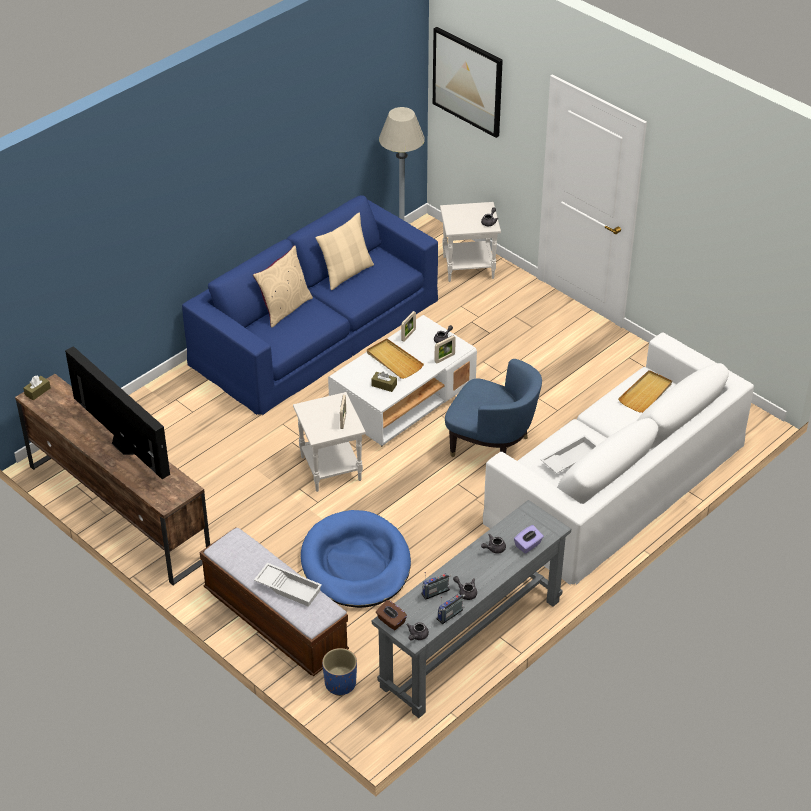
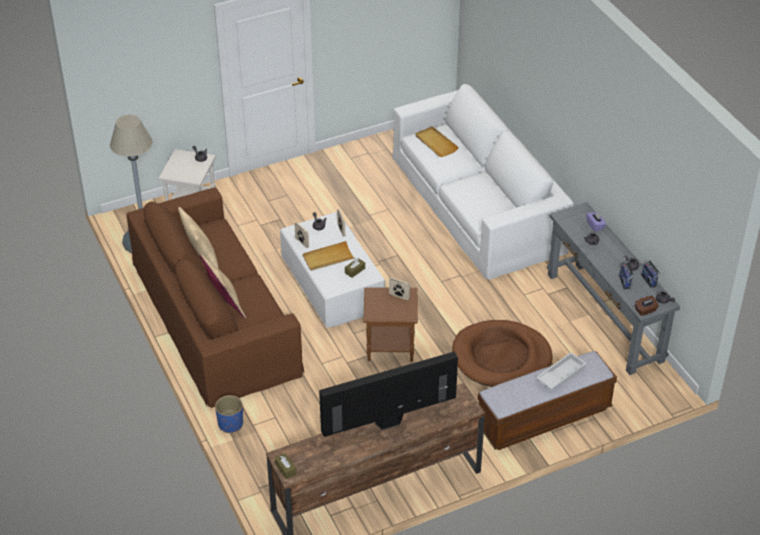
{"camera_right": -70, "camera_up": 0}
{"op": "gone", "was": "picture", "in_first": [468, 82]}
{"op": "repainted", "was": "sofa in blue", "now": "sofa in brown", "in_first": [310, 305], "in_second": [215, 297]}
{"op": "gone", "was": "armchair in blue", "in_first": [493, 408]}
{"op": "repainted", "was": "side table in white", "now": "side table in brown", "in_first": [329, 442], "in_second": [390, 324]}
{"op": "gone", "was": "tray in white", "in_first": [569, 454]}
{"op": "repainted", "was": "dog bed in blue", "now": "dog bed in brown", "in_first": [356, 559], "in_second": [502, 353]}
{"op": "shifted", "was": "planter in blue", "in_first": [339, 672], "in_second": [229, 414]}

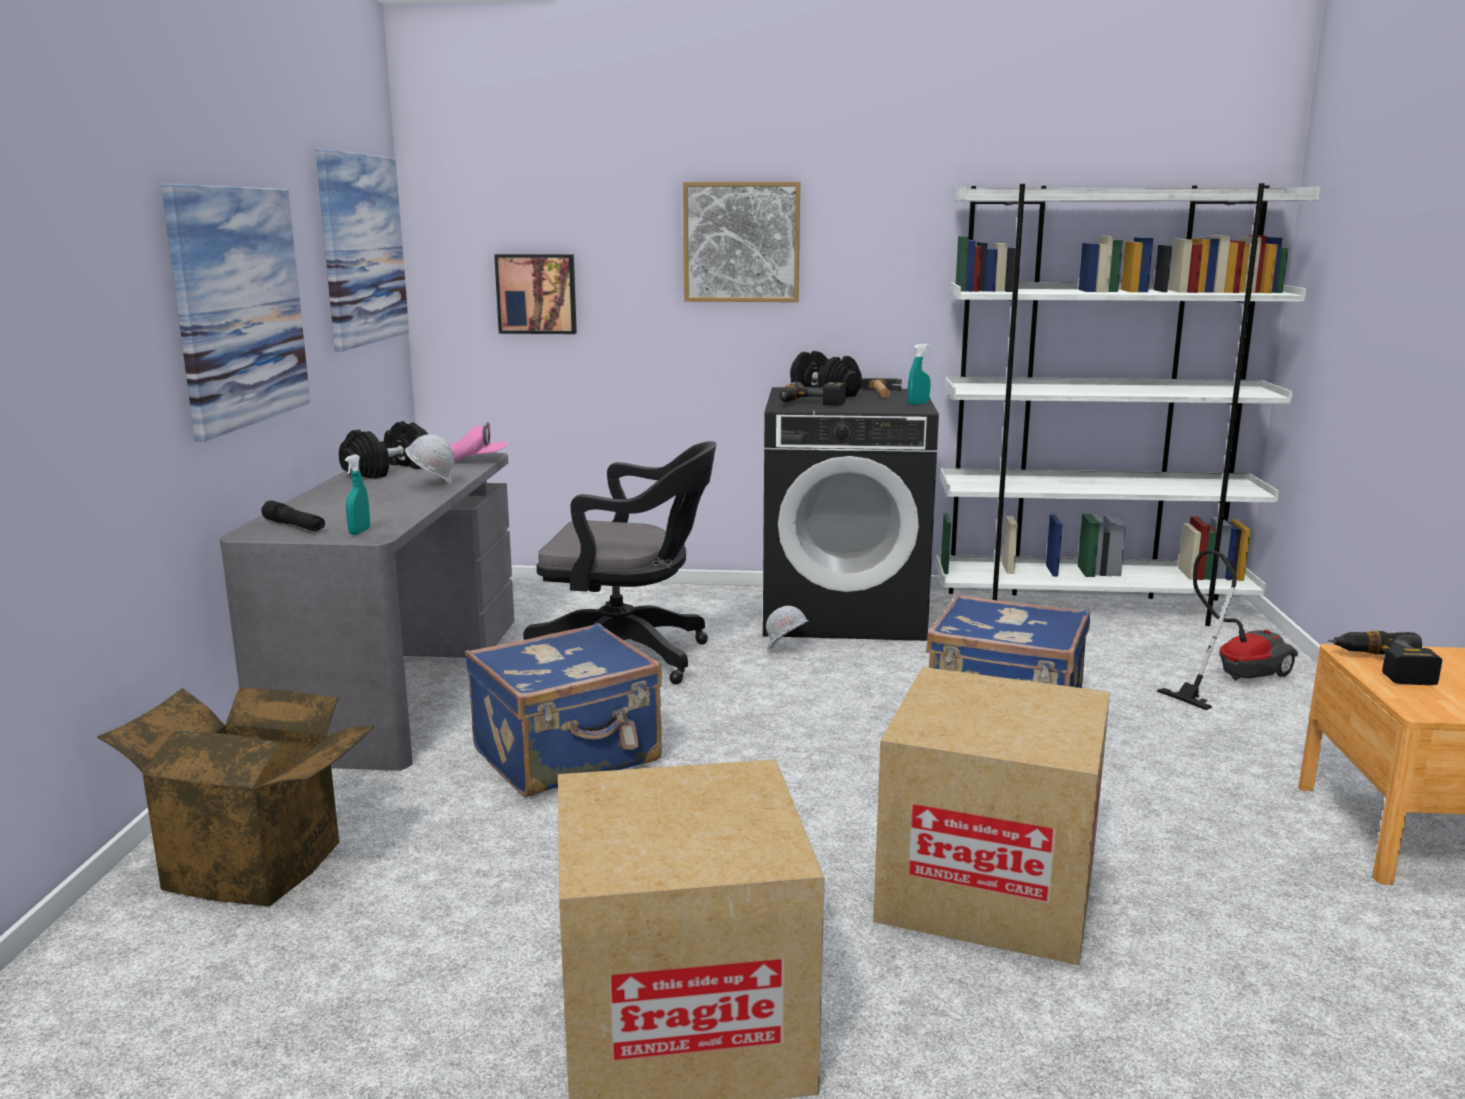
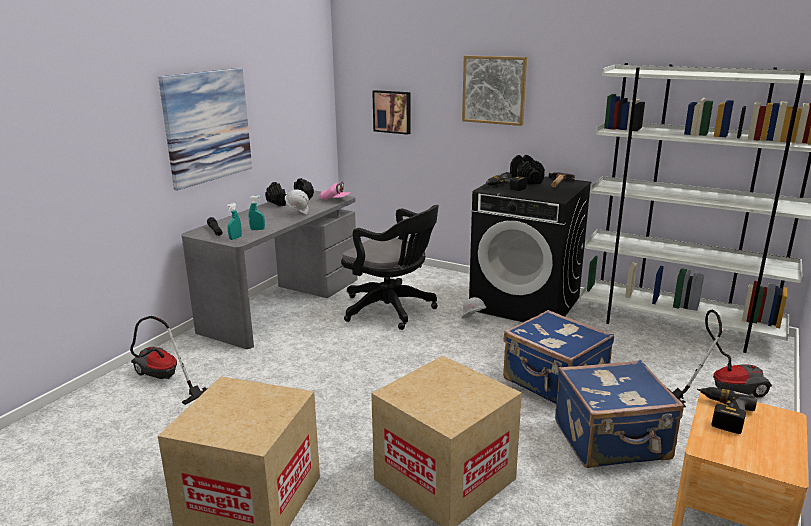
{"camera_right": 25, "camera_up": 5}
{"op": "gone", "was": "picture", "in_first": [362, 250]}
{"op": "shifted", "was": "spray bottle in turquoise", "in_first": [919, 374], "in_second": [257, 213]}
{"op": "shifted", "was": "suitcase in blue", "in_first": [563, 710], "in_second": [619, 414]}
{"op": "swapped", "was": "cardboard box", "now": "vacuum cleaner", "in_first": [235, 797], "in_second": [169, 360]}

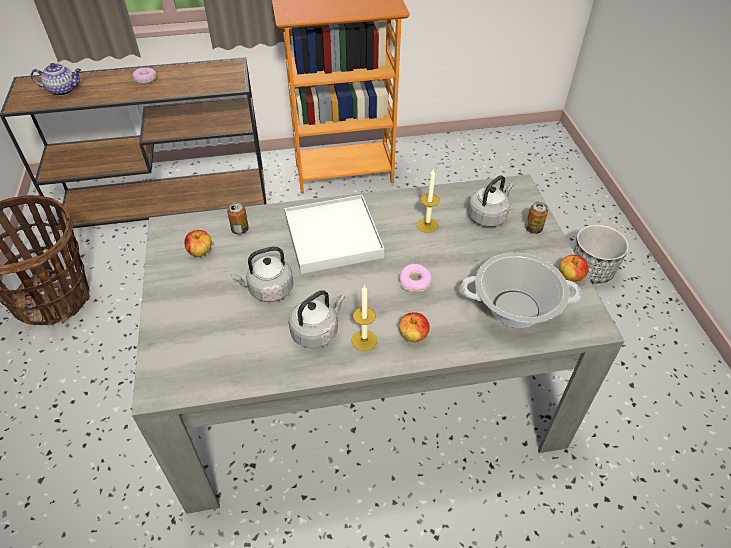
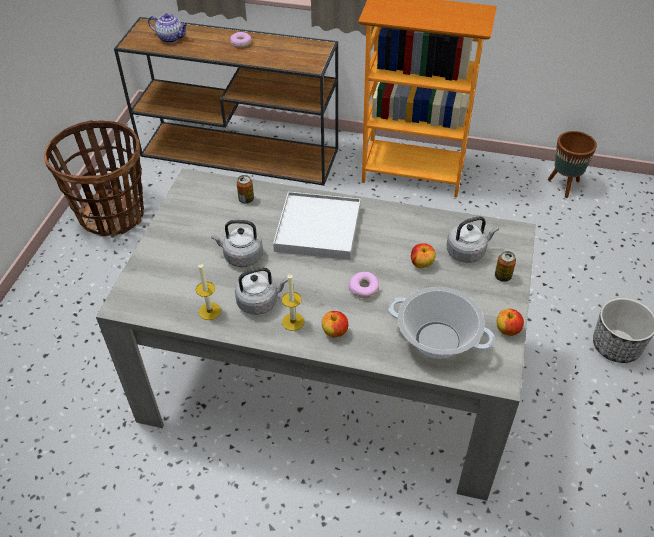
{"camera_right": 25, "camera_up": 0}
{"op": "shifted", "was": "candle", "in_first": [428, 201], "in_second": [208, 291]}
{"op": "shifted", "was": "apple", "in_first": [198, 243], "in_second": [423, 255]}
{"op": "new", "now": "planter in brown", "in_second": [572, 164]}

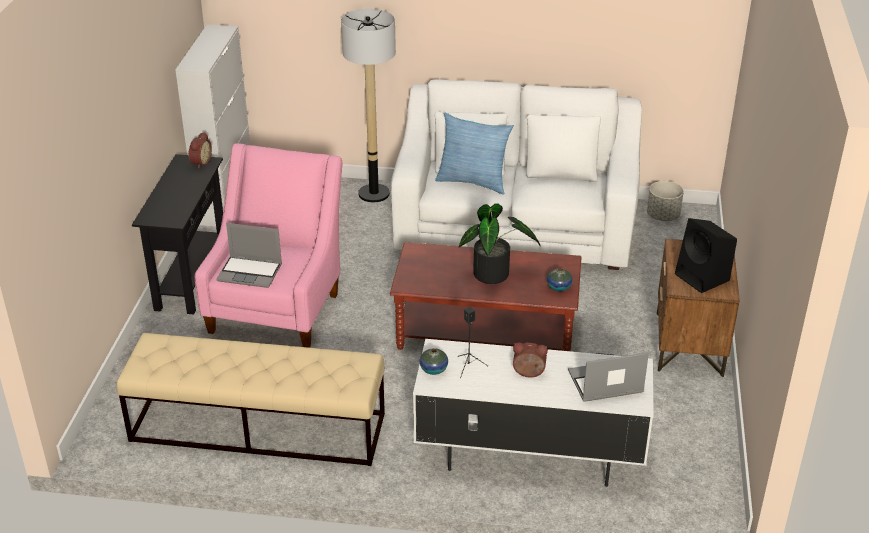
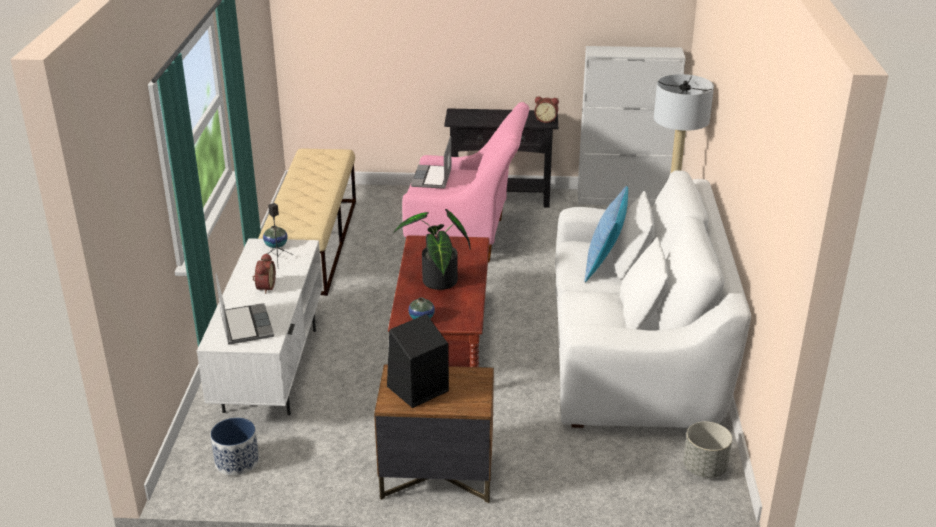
{"camera_right": 85, "camera_up": -5}
{"op": "new", "now": "planter", "in_second": [235, 447]}

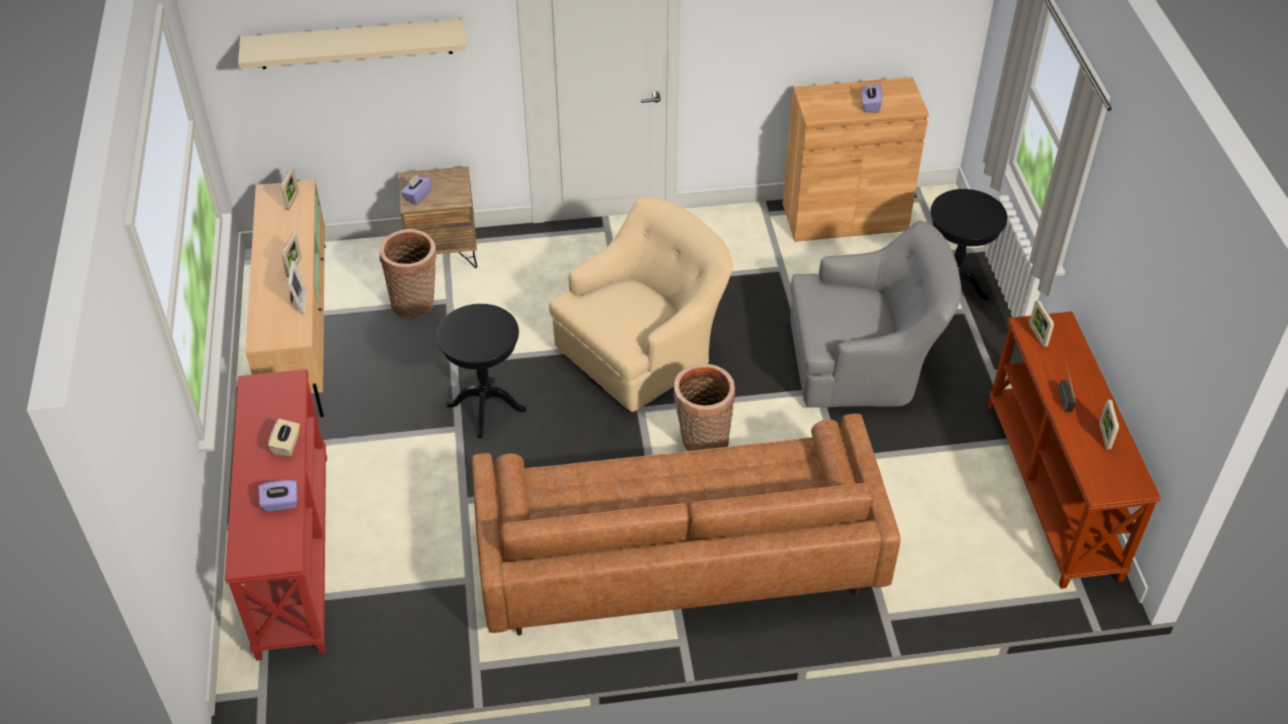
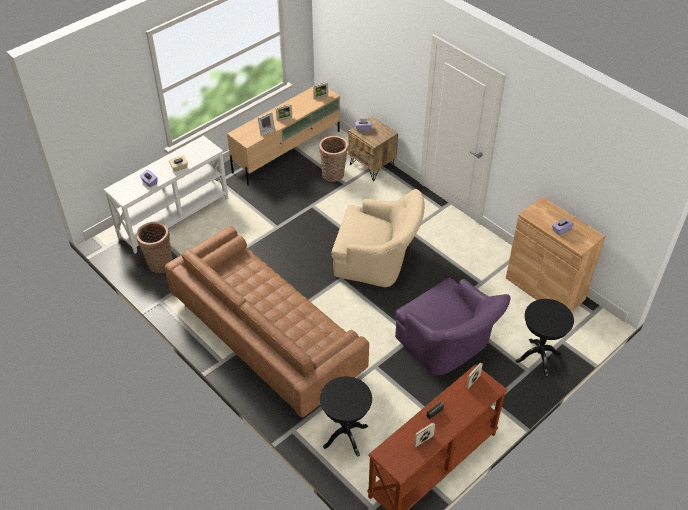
{"camera_right": 55, "camera_up": 0}
{"op": "gone", "was": "shelf in beige", "in_first": [352, 44]}
{"op": "repainted", "was": "armchair in grey", "now": "armchair in purple", "in_first": [875, 314], "in_second": [453, 327]}
{"op": "shifted", "was": "side table in black", "in_first": [481, 371], "in_second": [346, 416]}
{"op": "shifted", "was": "basket", "in_first": [705, 407], "in_second": [154, 247]}
{"op": "repainted", "was": "console table in red", "now": "console table in white", "in_first": [276, 515], "in_second": [166, 194]}

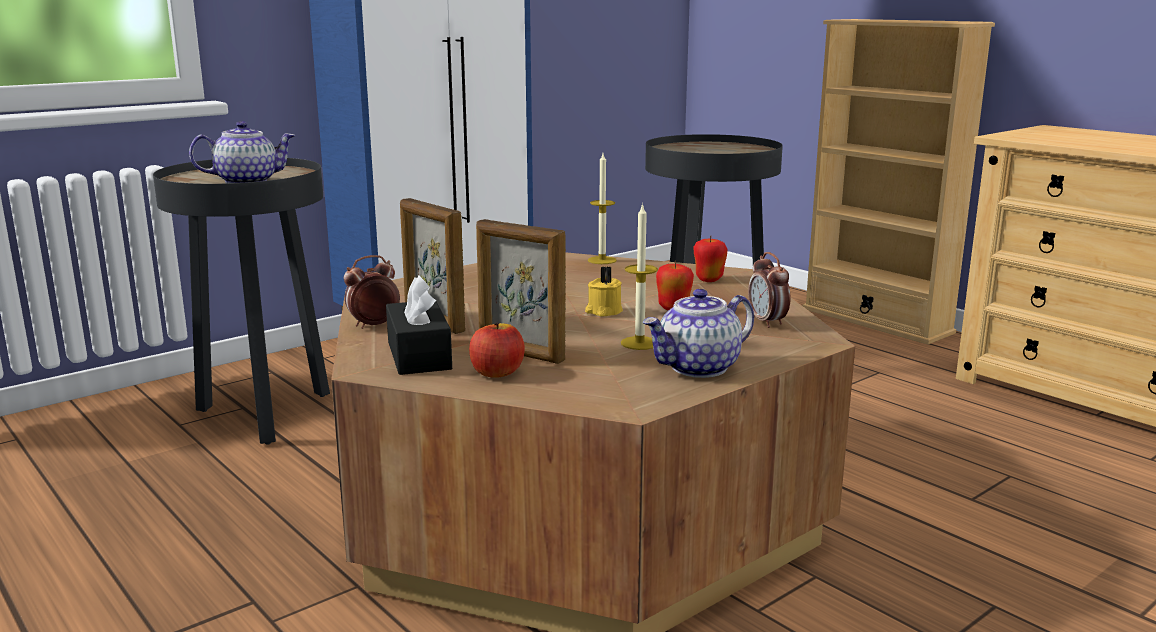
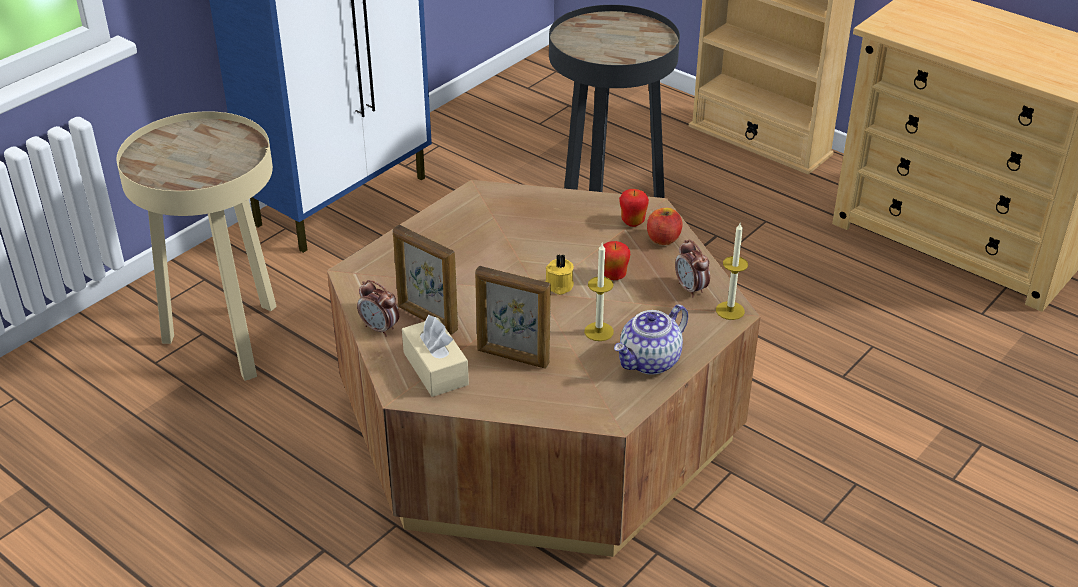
{"camera_right": -10, "camera_up": 20}
{"op": "gone", "was": "teapot", "in_first": [242, 152]}
{"op": "shifted", "was": "candle", "in_first": [602, 209], "in_second": [732, 271]}
{"op": "repainted", "was": "side table in black", "now": "side table in beige", "in_first": [241, 301], "in_second": [196, 246]}
{"op": "rotated", "was": "alarm clock", "in_first": [372, 292], "in_second": [378, 308], "clockwise": -105}
{"op": "repainted", "was": "tissue box in black", "now": "tissue box in beige", "in_first": [419, 325], "in_second": [435, 356]}
{"op": "shifted", "was": "apple", "in_first": [497, 350], "in_second": [664, 226]}

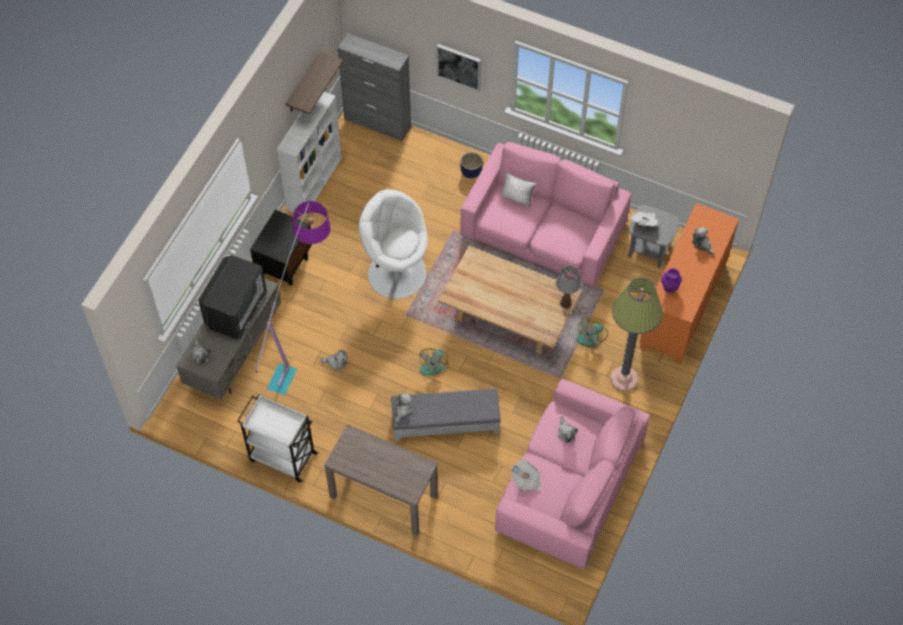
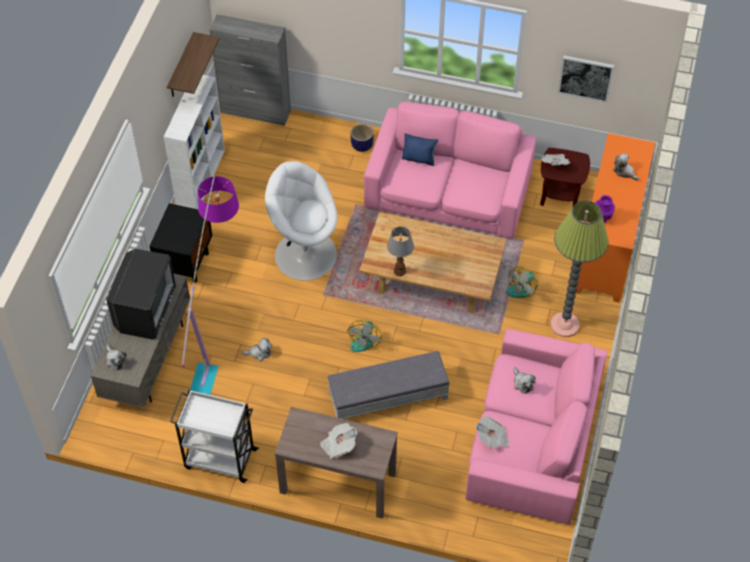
{"camera_right": -10, "camera_up": -5}
{"op": "shifted", "was": "picture", "in_first": [459, 68], "in_second": [586, 79]}
{"op": "repainted", "was": "pillow in white", "now": "pillow in blue", "in_first": [518, 190], "in_second": [420, 149]}
{"op": "repainted", "was": "side table in grey", "now": "side table in brown", "in_first": [653, 236], "in_second": [565, 177]}
{"op": "shifted", "was": "table lamp", "in_first": [568, 287], "in_second": [400, 251]}
{"op": "gone", "was": "plush toy", "in_first": [403, 408]}
{"op": "new", "now": "newspaper", "in_second": [338, 441]}

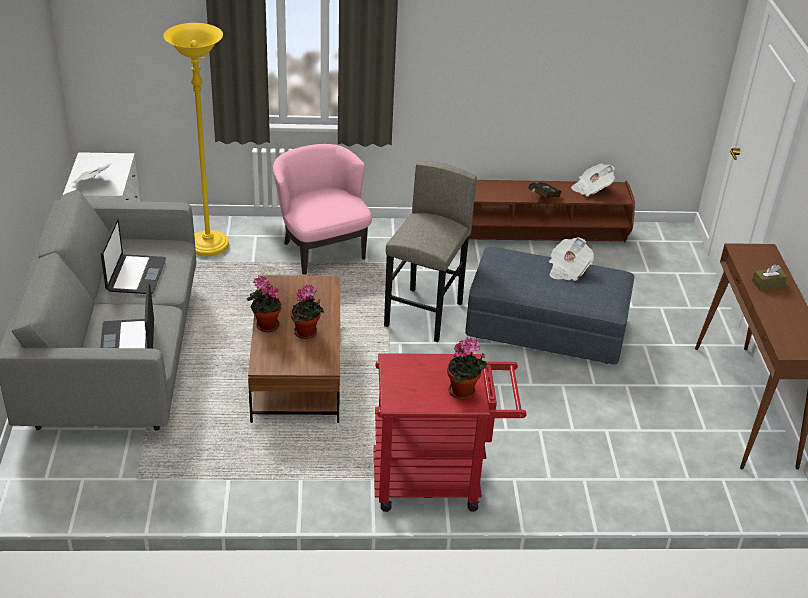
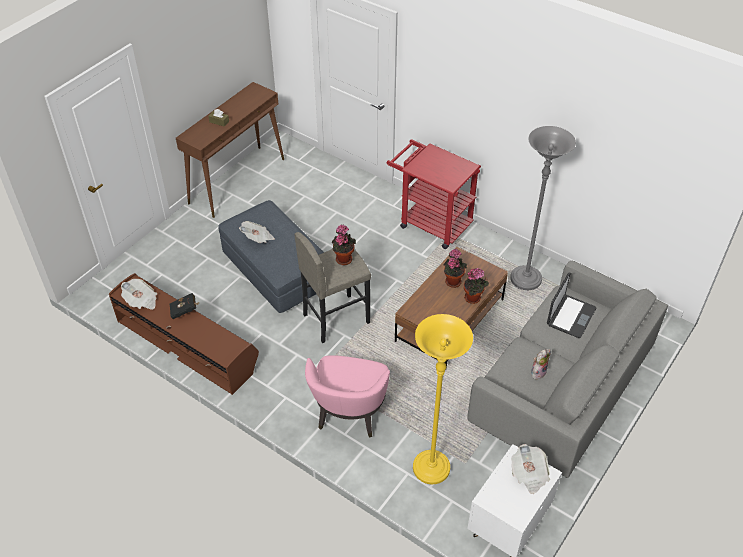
{"camera_right": -140, "camera_up": 10}
{"op": "swapped", "was": "laptop", "now": "plush toy", "in_first": [133, 256], "in_second": [541, 364]}
{"op": "shifted", "was": "potted plant", "in_first": [467, 368], "in_second": [344, 244]}
{"op": "new", "now": "floor lamp in grey", "in_second": [543, 208]}

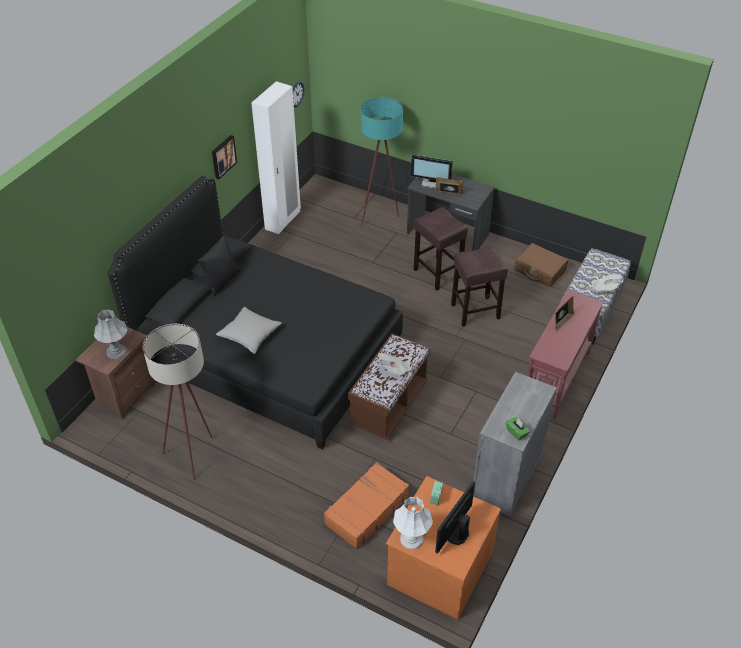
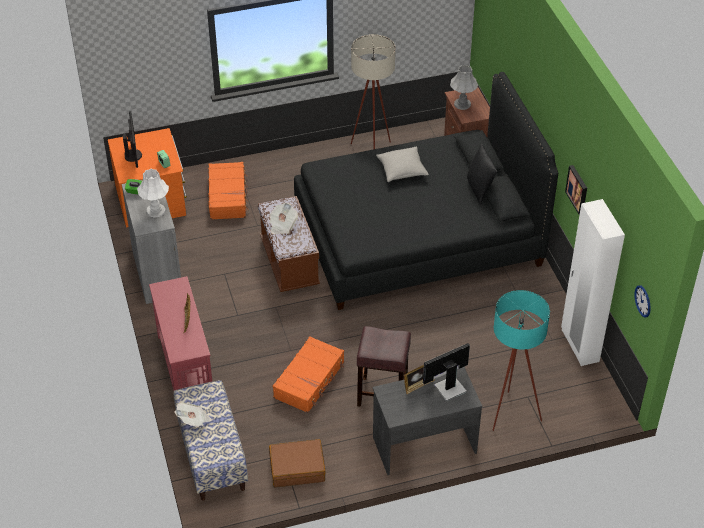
{"camera_right": 135, "camera_up": 0}
{"op": "swapped", "was": "stool in brown", "now": "suitcase in orange", "in_first": [479, 286], "in_second": [308, 374]}
{"op": "shifted", "was": "table lamp in white", "in_first": [413, 523], "in_second": [153, 193]}

